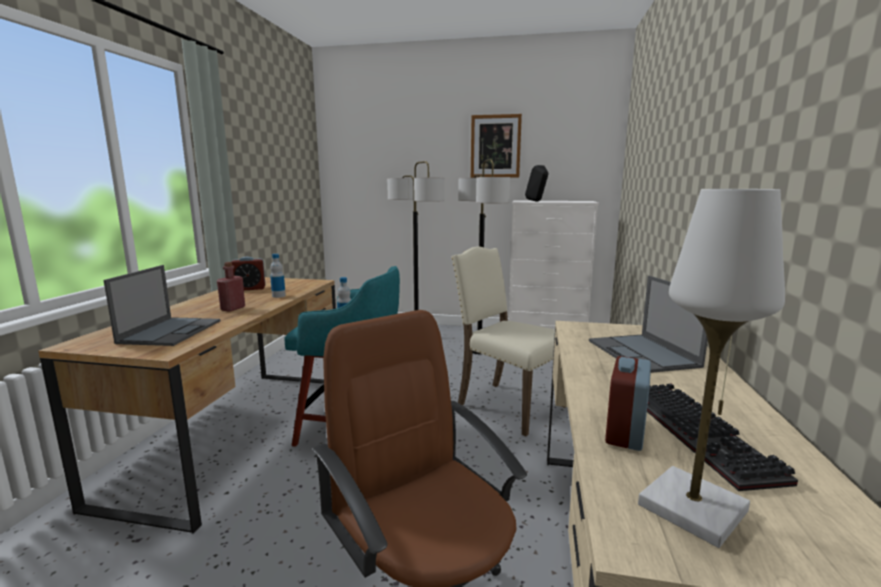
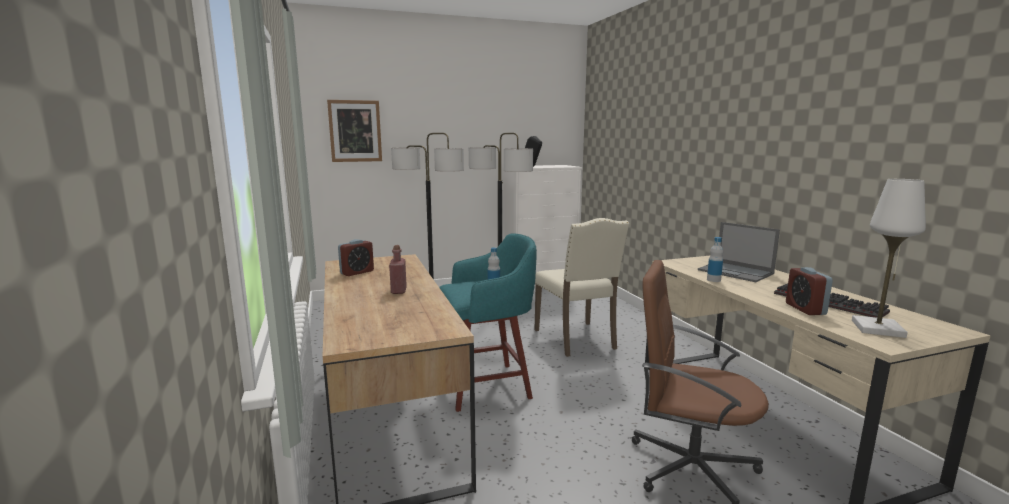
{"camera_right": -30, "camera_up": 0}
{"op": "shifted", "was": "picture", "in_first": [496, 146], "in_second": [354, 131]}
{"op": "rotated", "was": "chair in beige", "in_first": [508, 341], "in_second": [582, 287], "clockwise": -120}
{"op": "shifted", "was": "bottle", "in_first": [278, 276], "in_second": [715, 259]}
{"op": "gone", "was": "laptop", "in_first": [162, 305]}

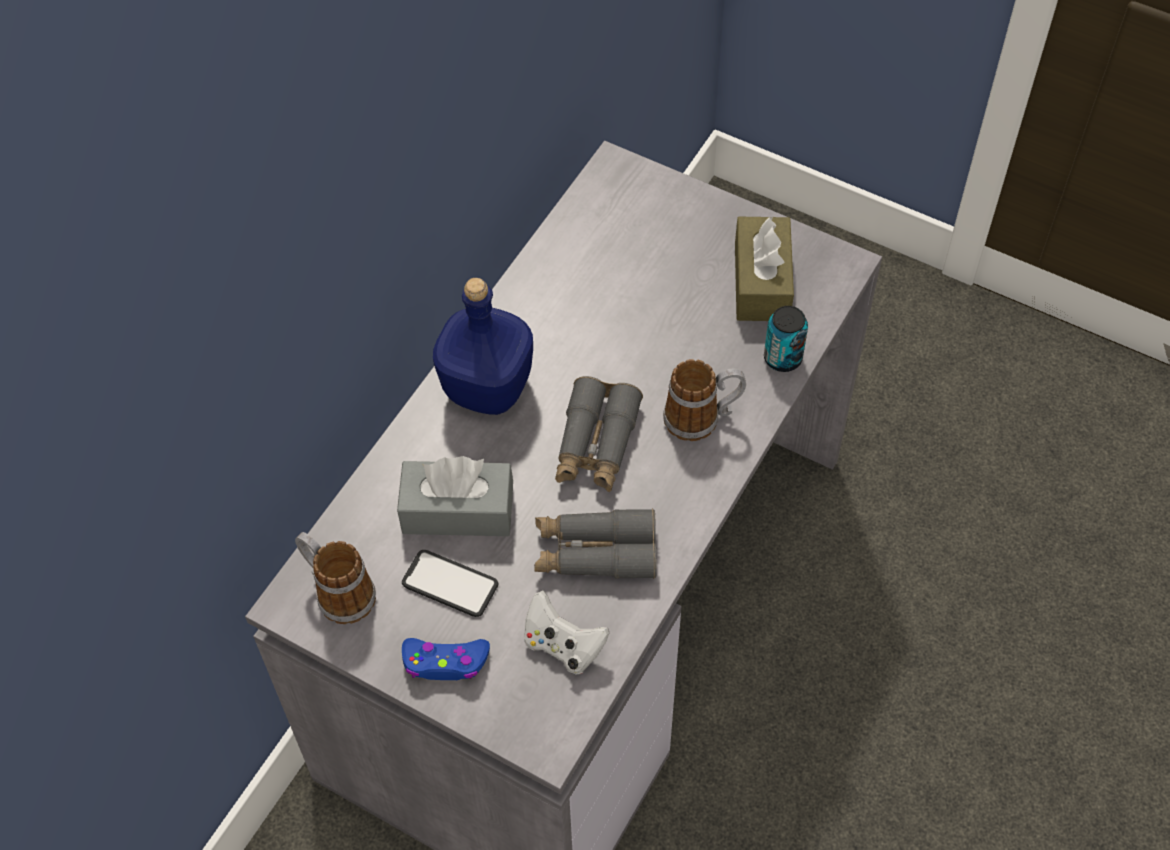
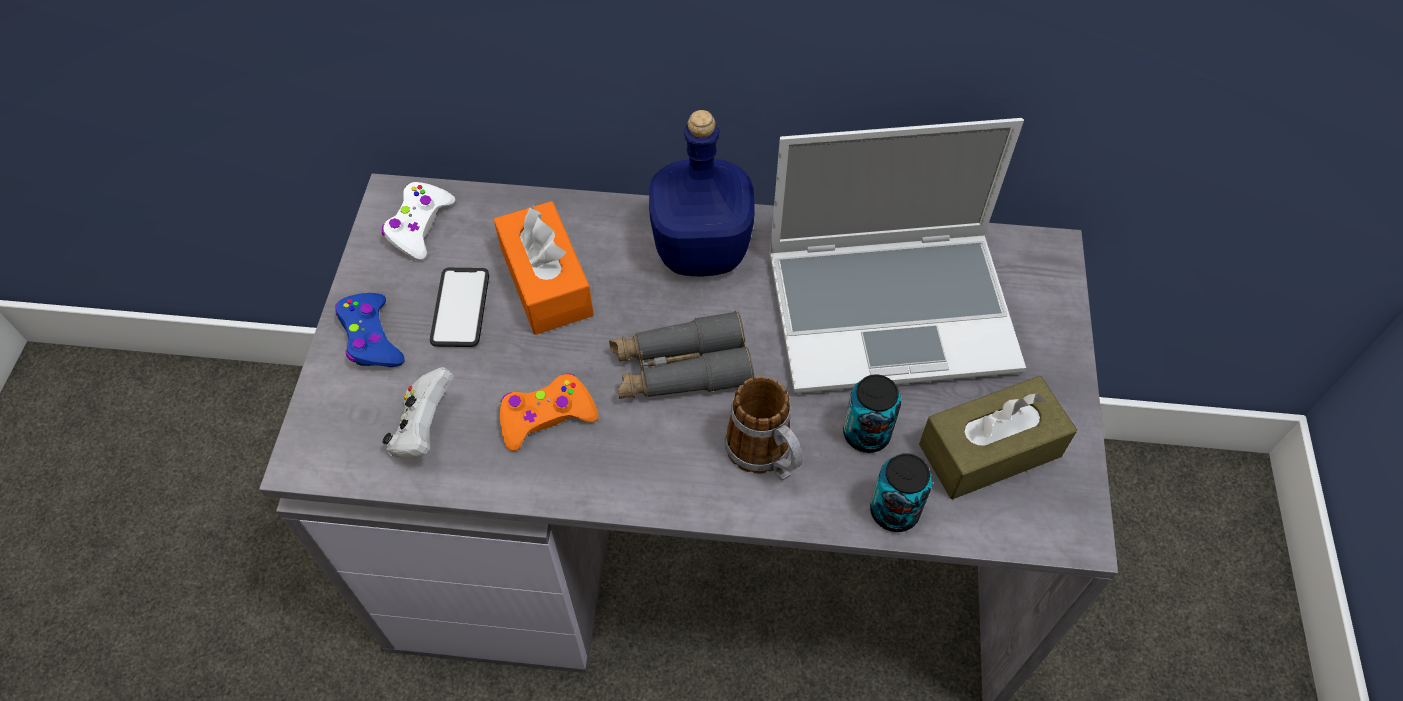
{"camera_right": 65, "camera_up": 0}
{"op": "repainted", "was": "tissue box in grey", "now": "tissue box in orange", "in_first": [455, 496], "in_second": [544, 268]}
{"op": "swapped", "was": "binoculars in grey", "now": "game controller in orange", "in_first": [595, 543], "in_second": [549, 412]}
{"op": "swapped", "was": "mug", "now": "game controller in white", "in_first": [335, 578], "in_second": [418, 221]}
{"op": "new", "now": "laptop", "in_second": [897, 256]}
{"op": "new", "now": "can", "in_second": [872, 413]}

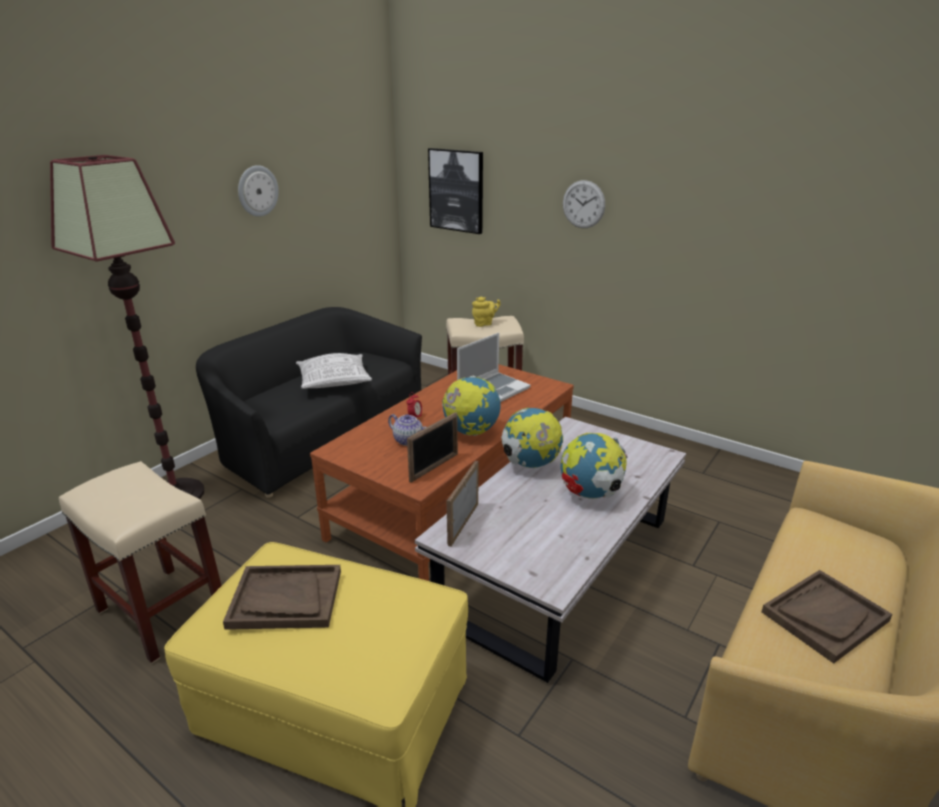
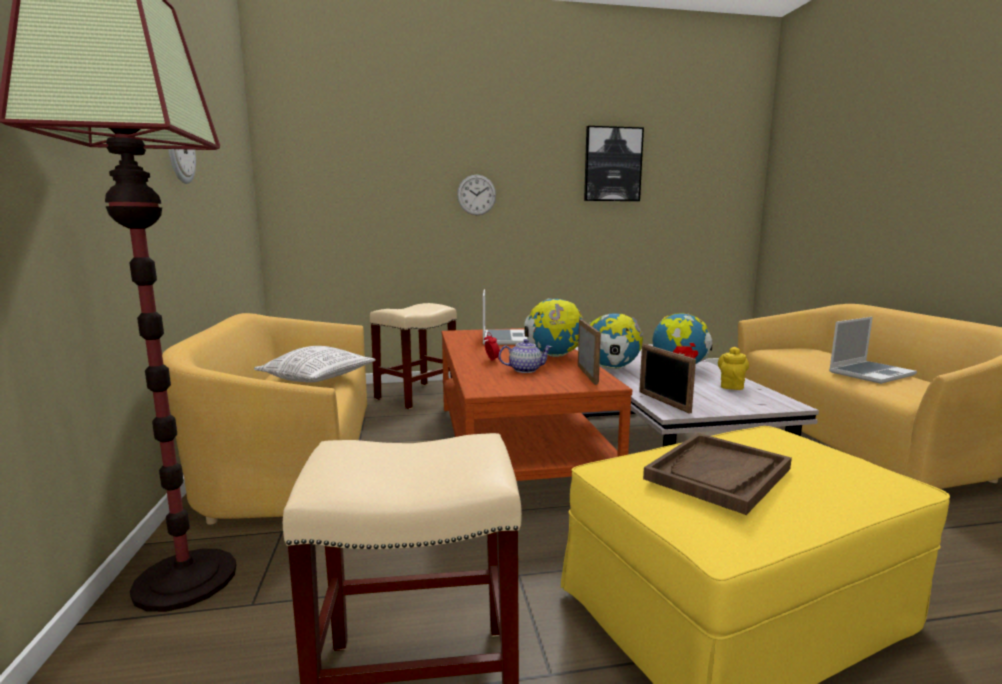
{"camera_right": -45, "camera_up": -15}
{"op": "shifted", "was": "picture", "in_first": [455, 191], "in_second": [614, 164]}
{"op": "shifted", "was": "teapot in yellow", "in_first": [486, 312], "in_second": [733, 368]}
{"op": "repainted", "was": "sofa in black", "now": "sofa in yellow", "in_first": [309, 402], "in_second": [264, 419]}
{"op": "swapped", "was": "tray in brown", "now": "laptop", "in_first": [826, 617], "in_second": [873, 350]}

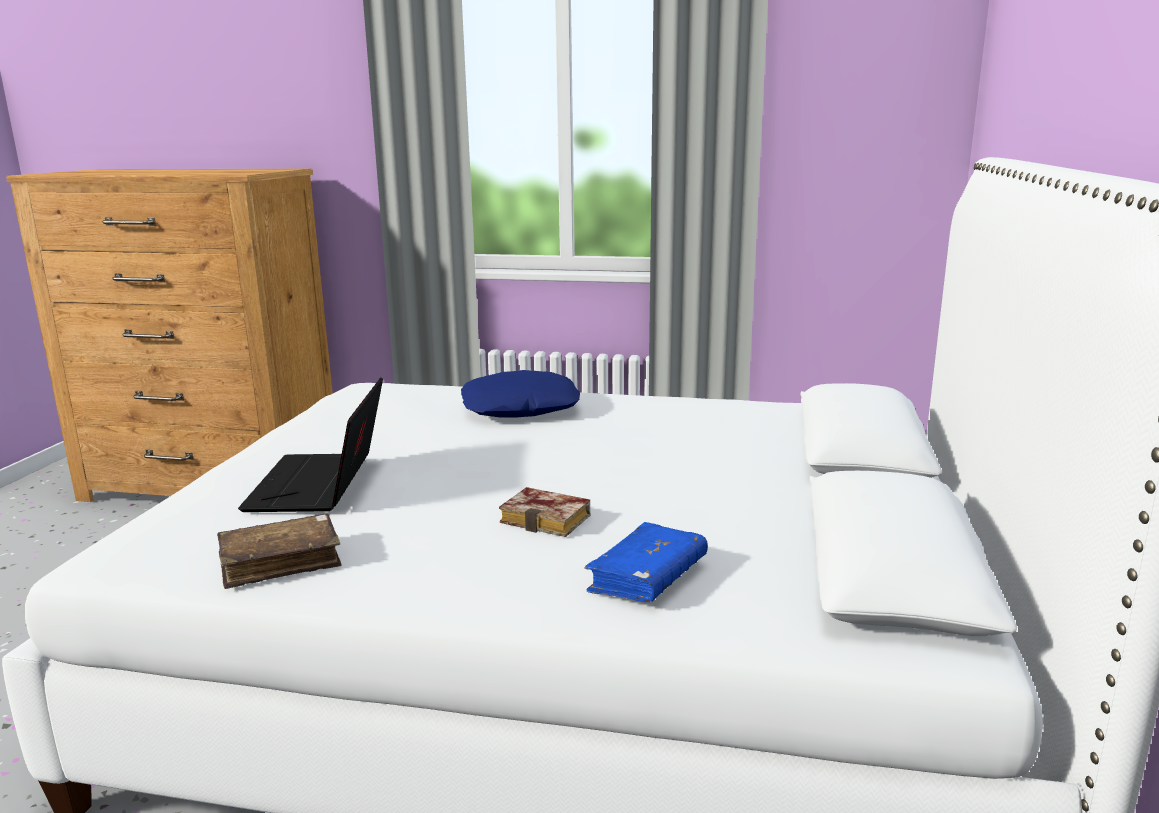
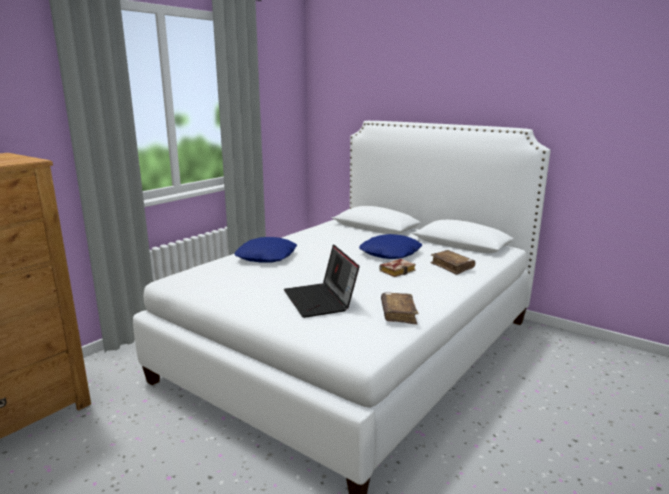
{"camera_right": -65, "camera_up": 0}
{"op": "rotated", "was": "laptop", "in_first": [310, 444], "in_second": [322, 281], "clockwise": 45}
{"op": "repainted", "was": "book in blue", "now": "book in brown", "in_first": [646, 562], "in_second": [452, 262]}
{"op": "new", "now": "pillow in blue", "in_second": [390, 246]}

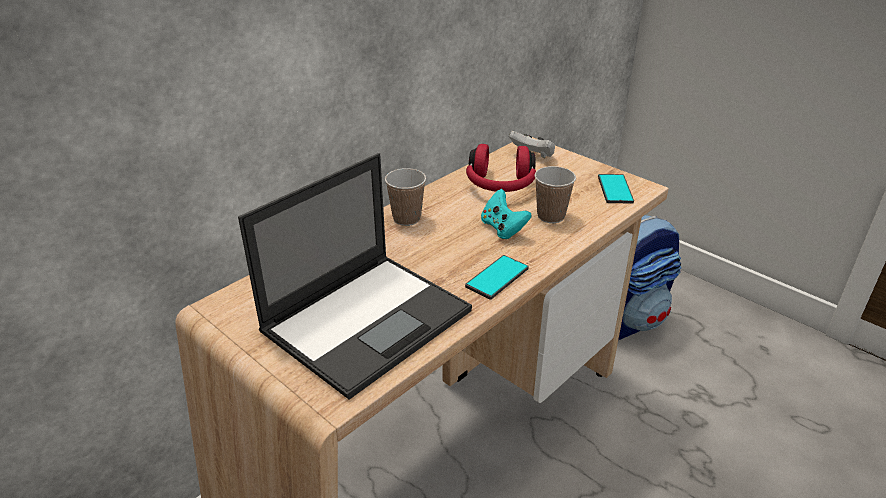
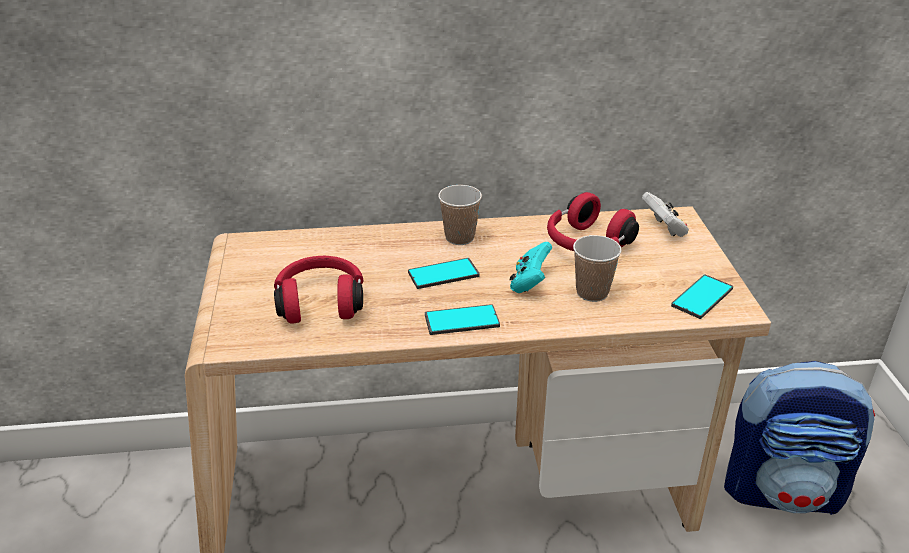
{"camera_right": 40, "camera_up": 0}
{"op": "swapped", "was": "laptop", "now": "headphones in red", "in_first": [355, 276], "in_second": [319, 290]}
{"op": "new", "now": "phone", "in_second": [444, 273]}

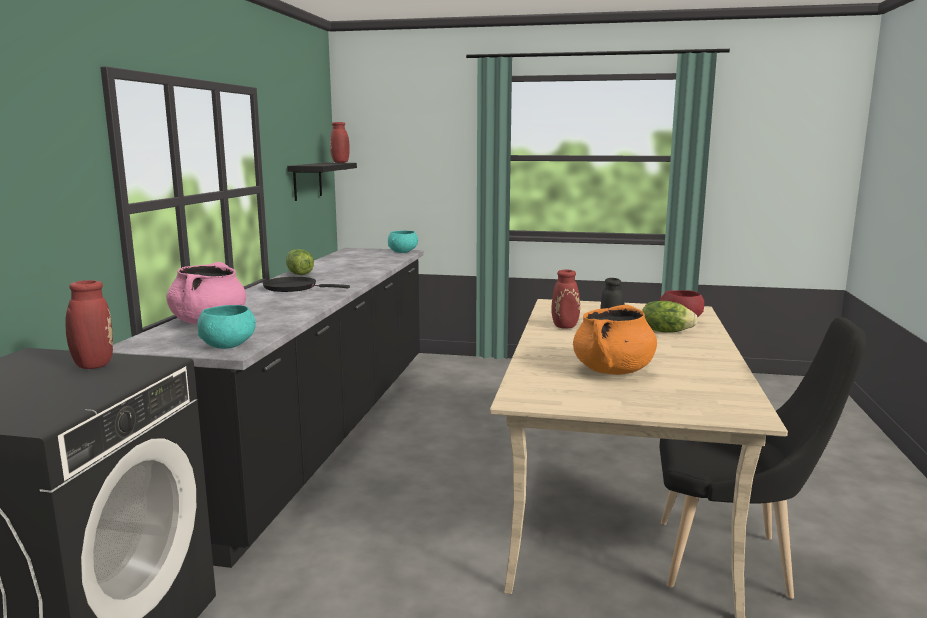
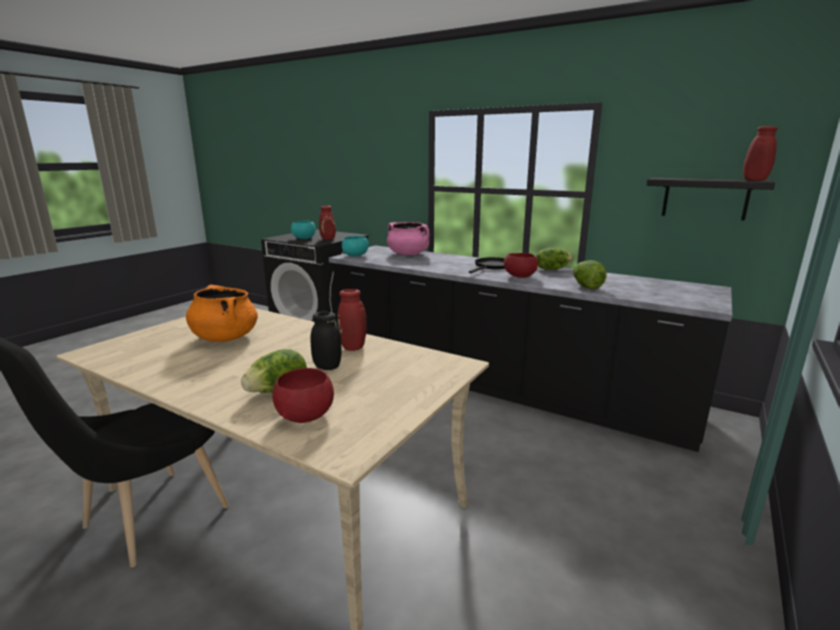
{"camera_right": 110, "camera_up": 5}
{"op": "shifted", "was": "bowl in turquoise", "in_first": [403, 242], "in_second": [303, 230]}
{"op": "new", "now": "bowl in red", "in_second": [521, 265]}
{"op": "new", "now": "lettuce", "in_second": [590, 274]}

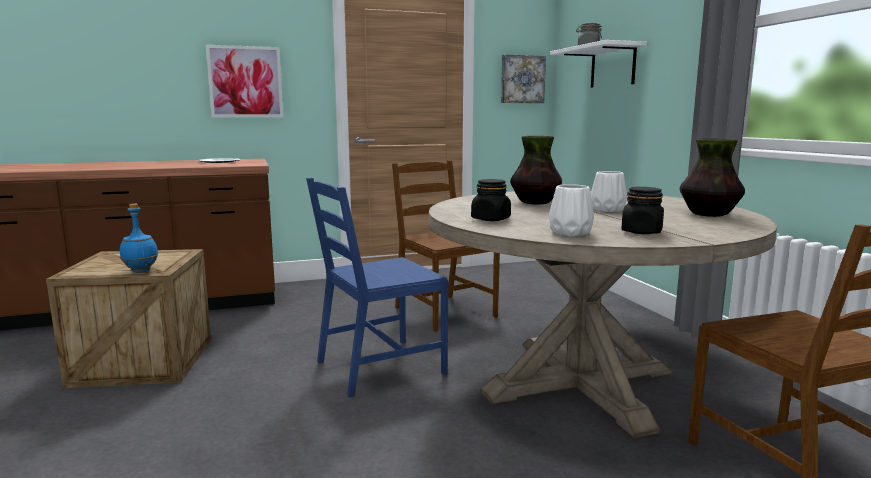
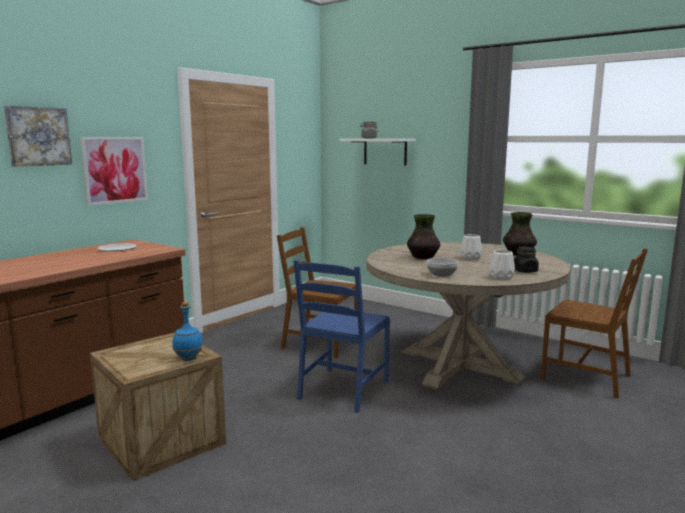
{"camera_right": -35, "camera_up": 0}
{"op": "shifted", "was": "picture", "in_first": [523, 79], "in_second": [38, 136]}
{"op": "swapped", "was": "jar in black", "now": "bowl", "in_first": [491, 200], "in_second": [442, 267]}

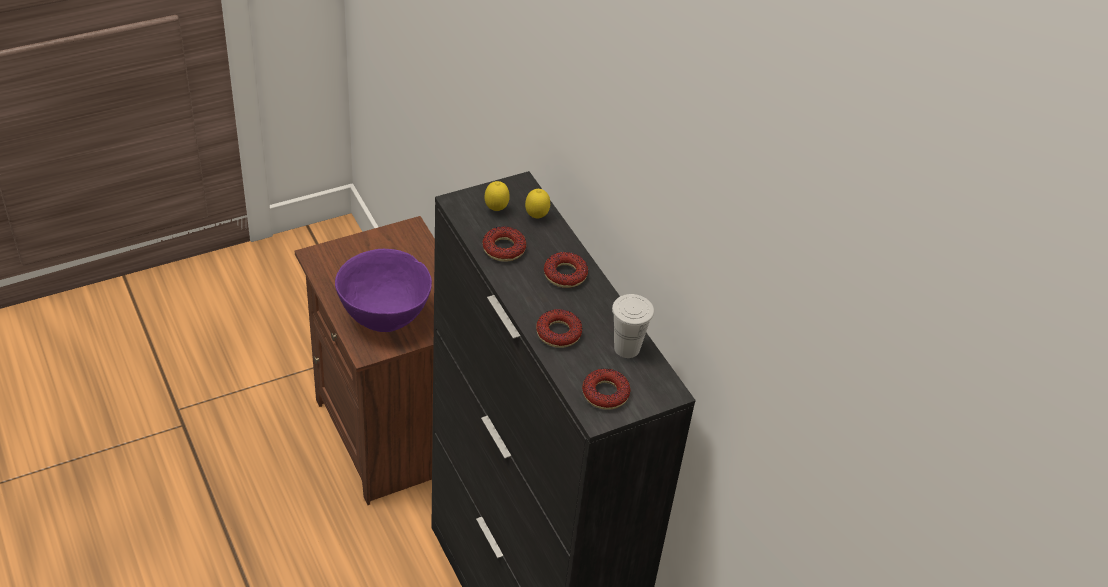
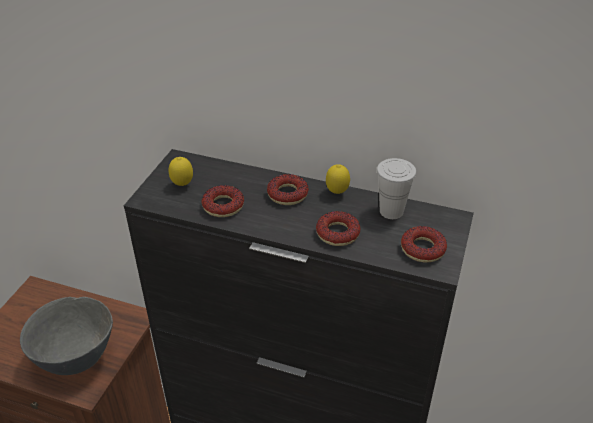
{"camera_right": -40, "camera_up": -5}
{"op": "shifted", "was": "lemon", "in_first": [537, 203], "in_second": [338, 179]}
{"op": "repainted", "was": "bowl in purple", "now": "bowl in grey", "in_first": [383, 290], "in_second": [66, 336]}

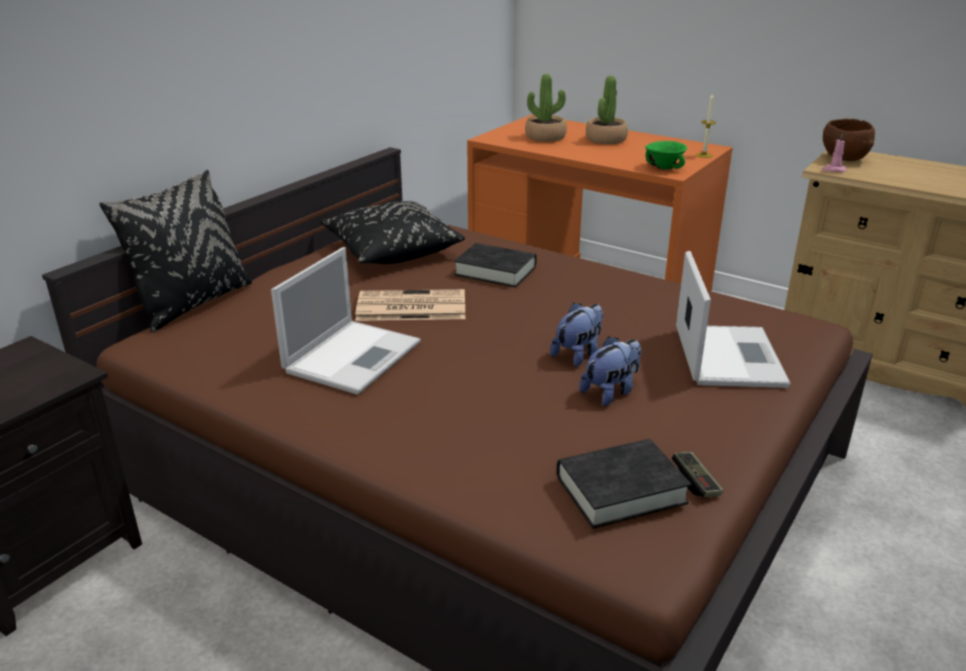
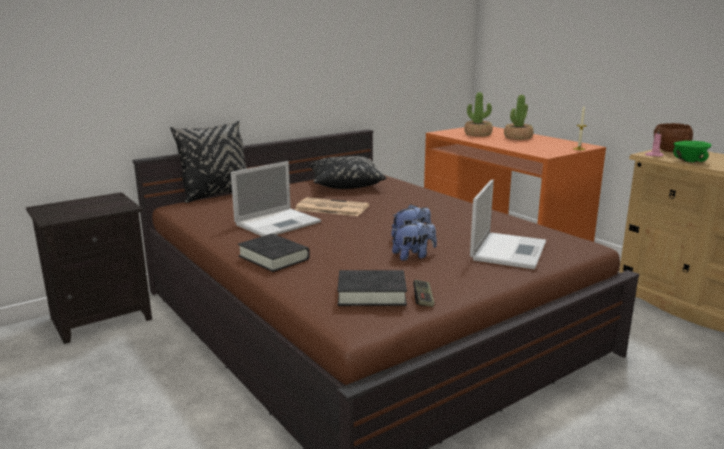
{"camera_right": 20, "camera_up": -10}
{"op": "shifted", "was": "bowl in green", "in_first": [666, 155], "in_second": [692, 151]}
{"op": "shifted", "was": "book in black", "in_first": [495, 265], "in_second": [274, 253]}

